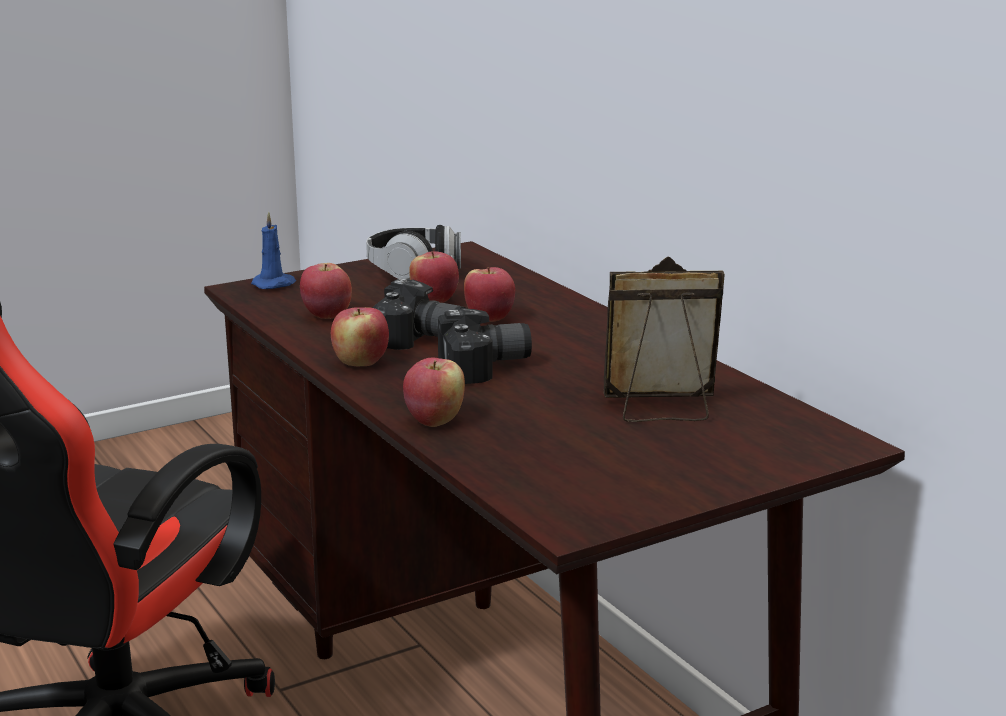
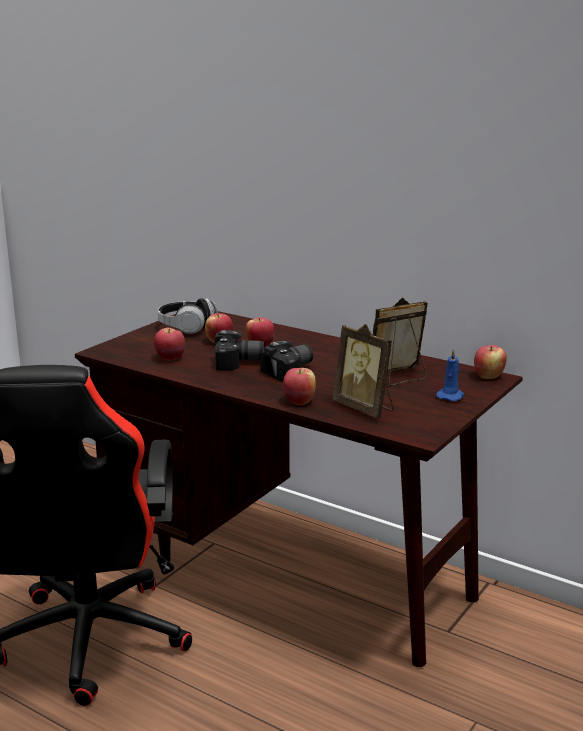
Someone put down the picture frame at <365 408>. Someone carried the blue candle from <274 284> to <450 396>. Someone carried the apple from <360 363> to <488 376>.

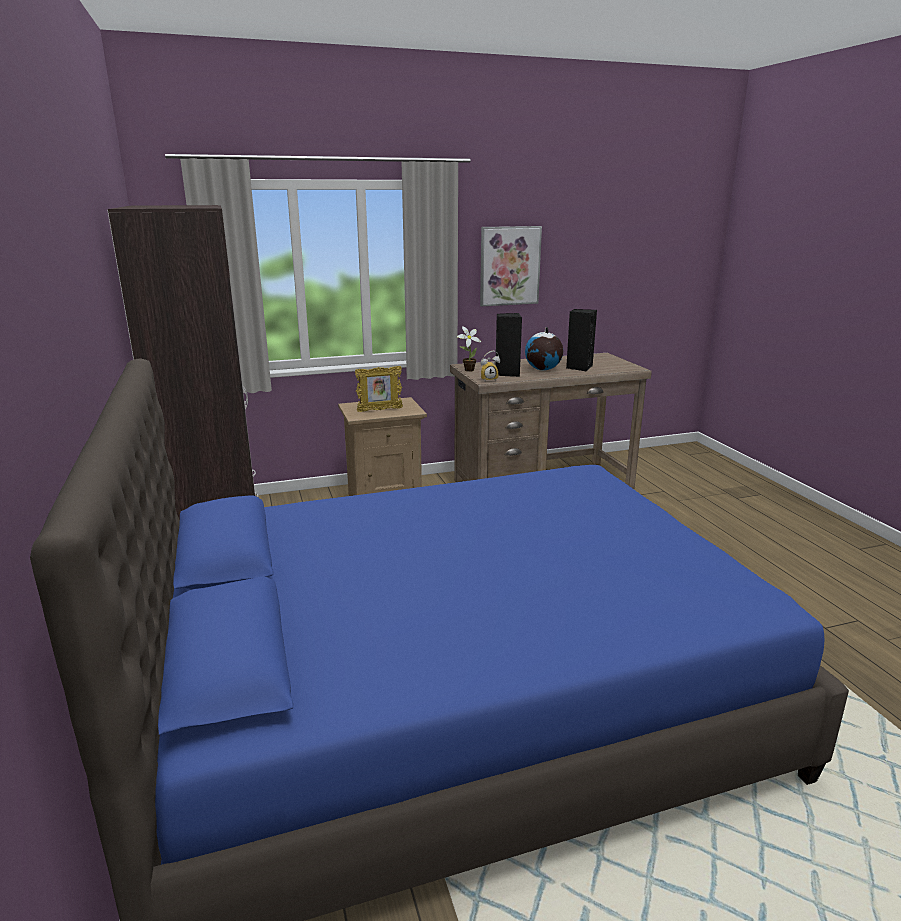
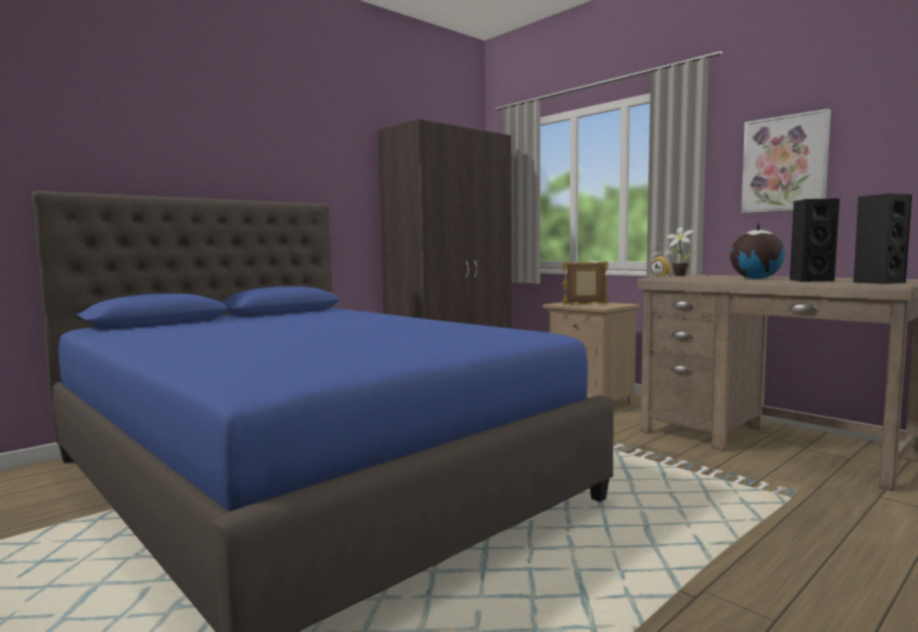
Someone rotated the picture frame at <379 410> by 135 degrees clockwise. Someone carried the black speaker from <507 373> to <877 282>.

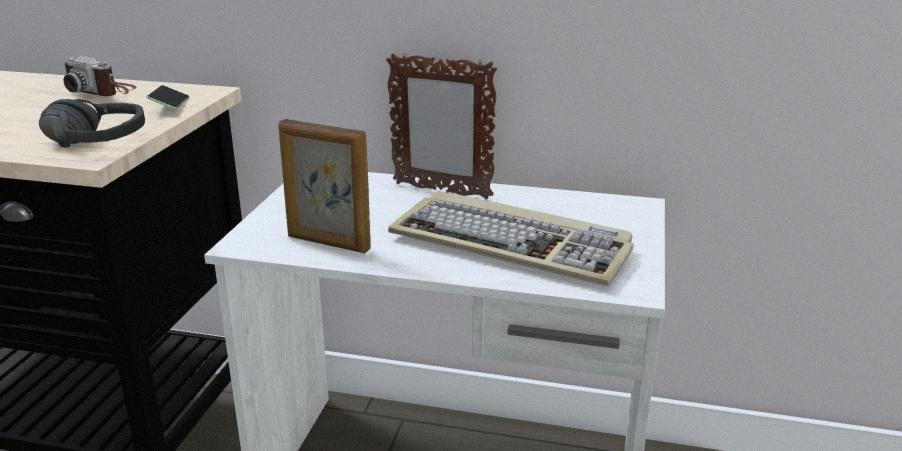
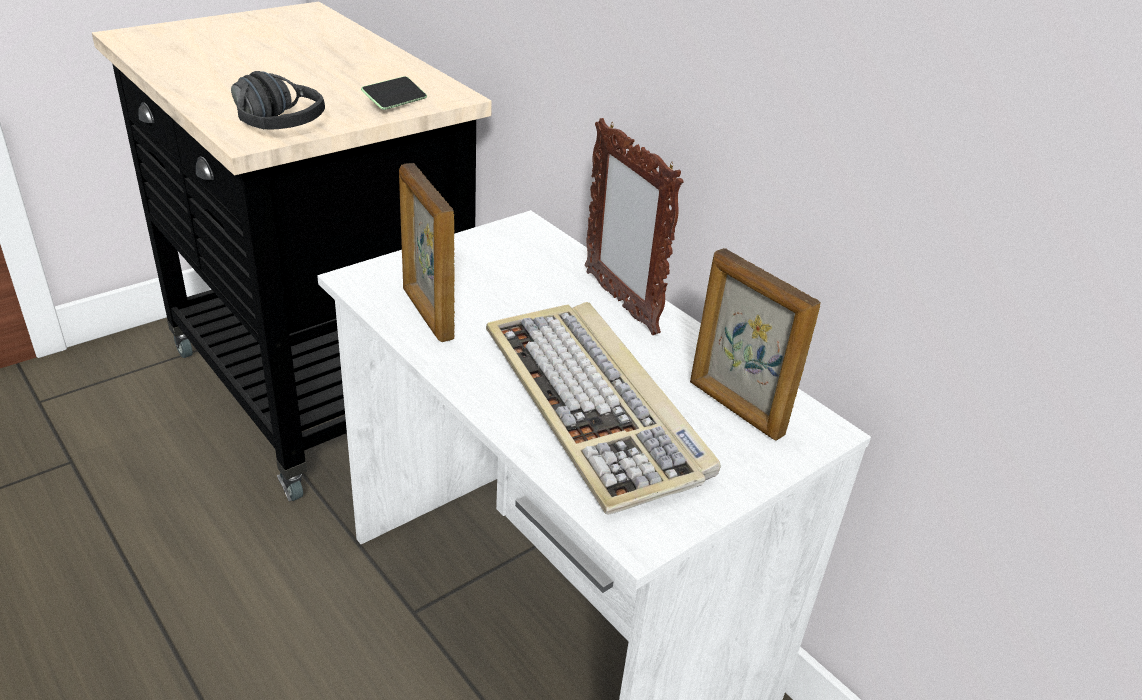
Someone put down the picture frame at <735 409>. Someone took away the photo camera at <102 91>.

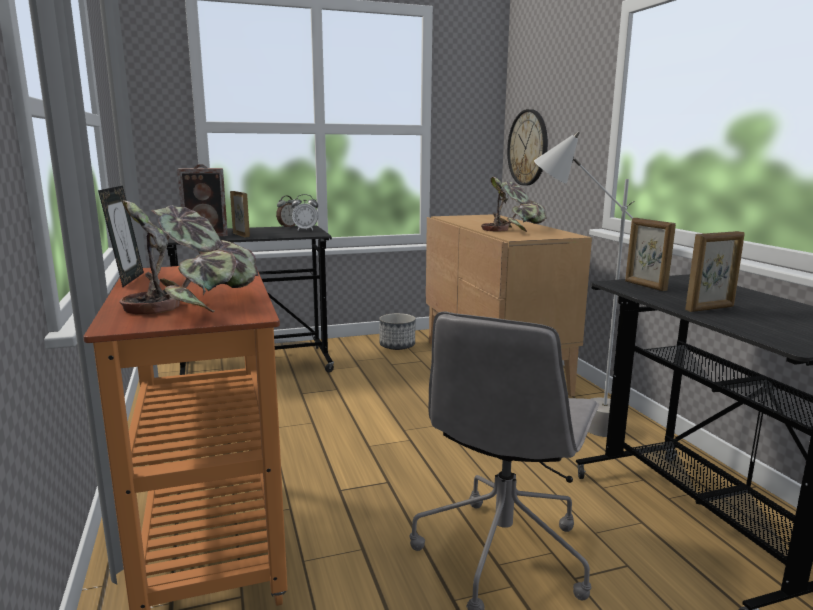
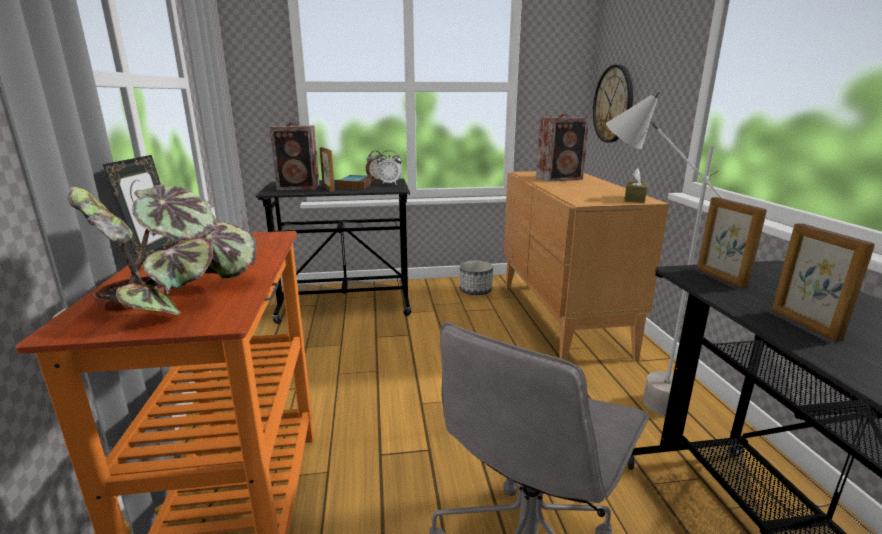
Someone put down the book at <357 185>. Someone put down the speaker at <560 178>. Someone put down the brown tissue box at <635 198>. Someone rotated the picture frame at <710 308> by 90 degrees clockwise. Someone took away the potted plant at <513 229>.

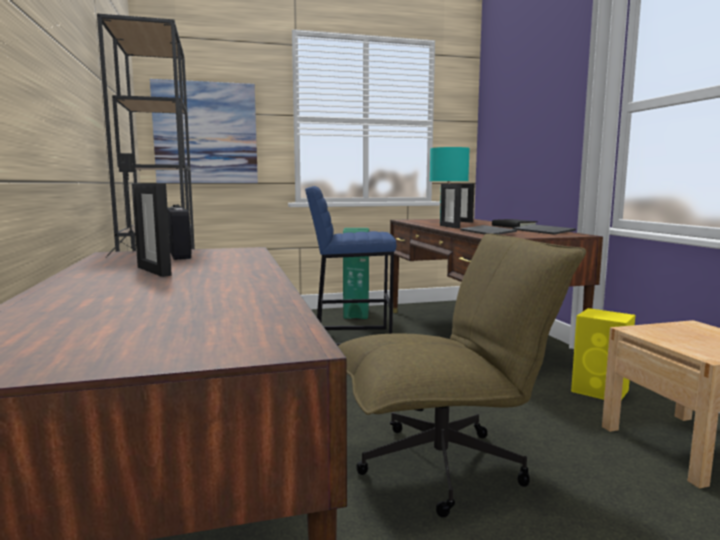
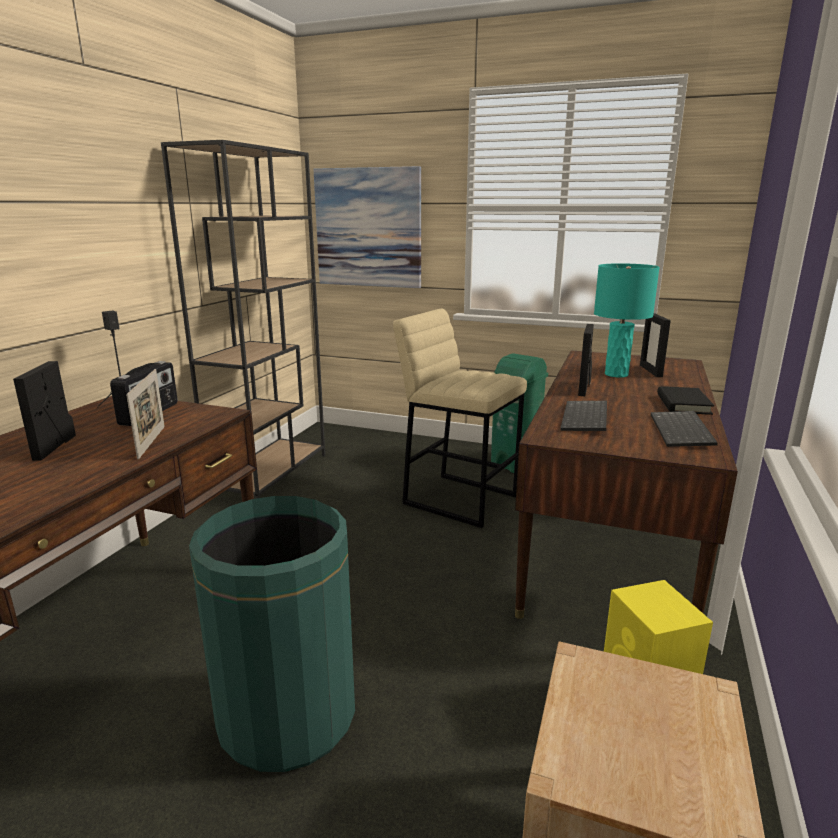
Someone put down the picture frame at <151 442>. Someone swapped the beige office chair at <437 466> for the green trash can at <287 717>. Someone repainted the blue stool at <350 337>, which became the beige stool at <458 499>.

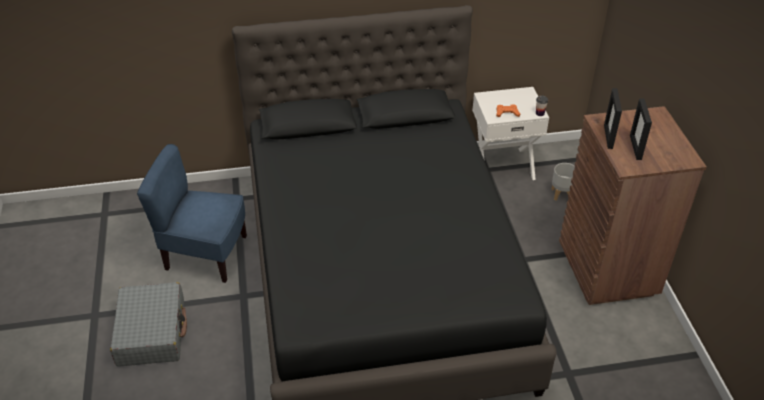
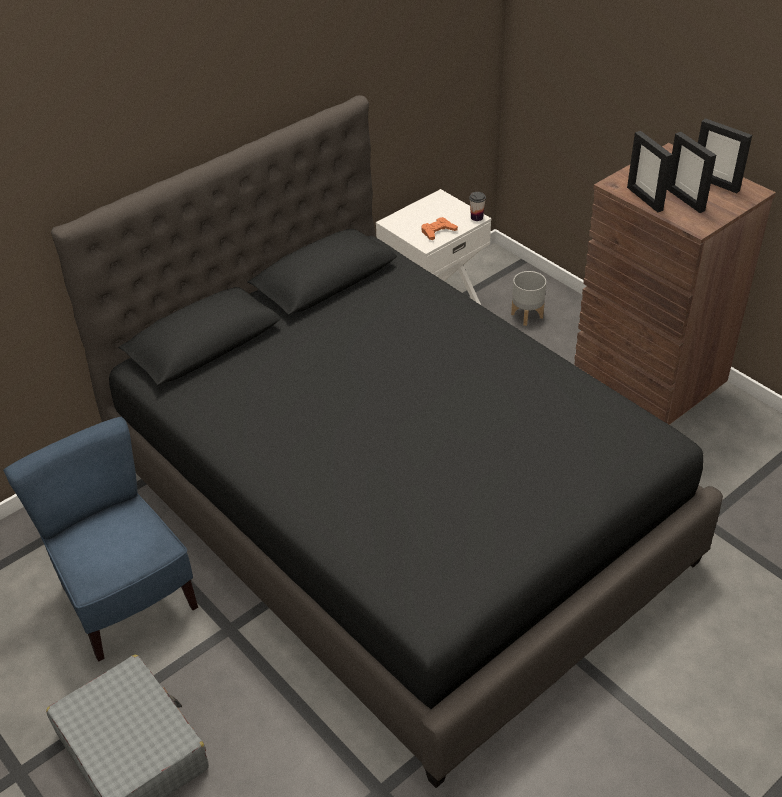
Someone rotated the blue chair at <205 254> by 75 degrees clockwise. Someone put down the picture frame at <716 182>.

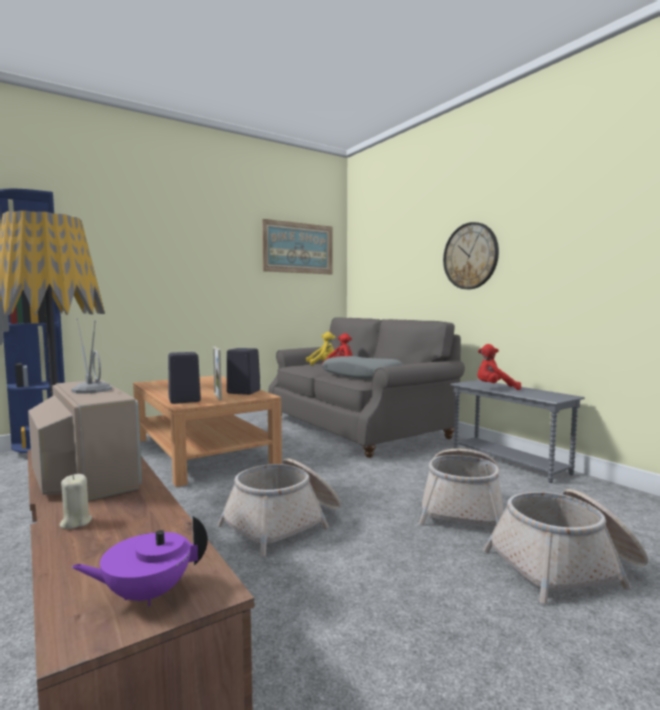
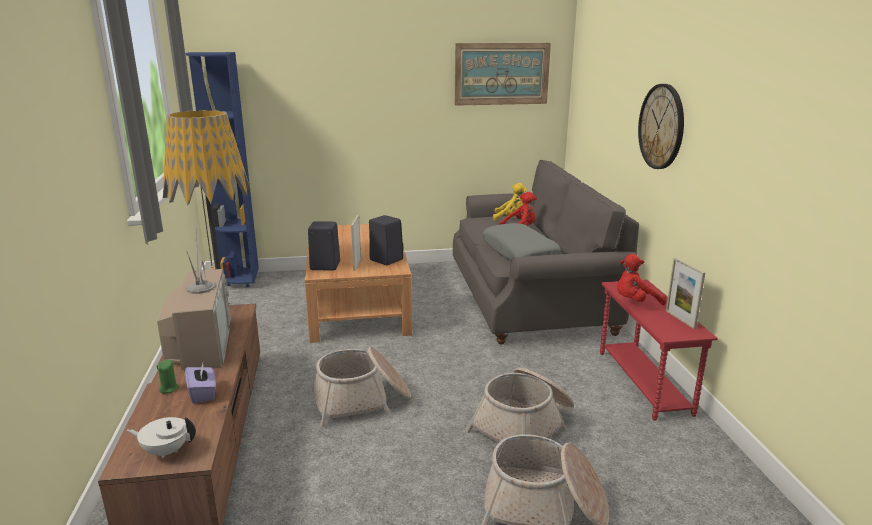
Someone repainted the purple teapot at <147 594>, which became the white teapot at <166 451>. Someone repainted the beige candle at <75 522>, which became the green candle at <169 388>. Someone put down the purple tissue box at <203 393>. Someone repainted the grey side table at <509 461>, which became the red side table at <644 382>. Someone rotated the red plush toy at <495 388> by 45 degrees counterclockwise. Someone put down the picture frame at <680 319>.

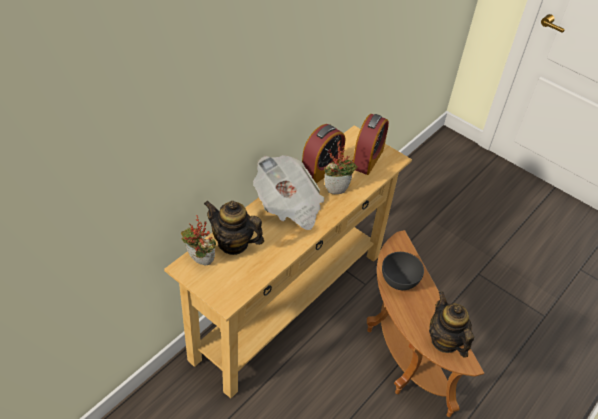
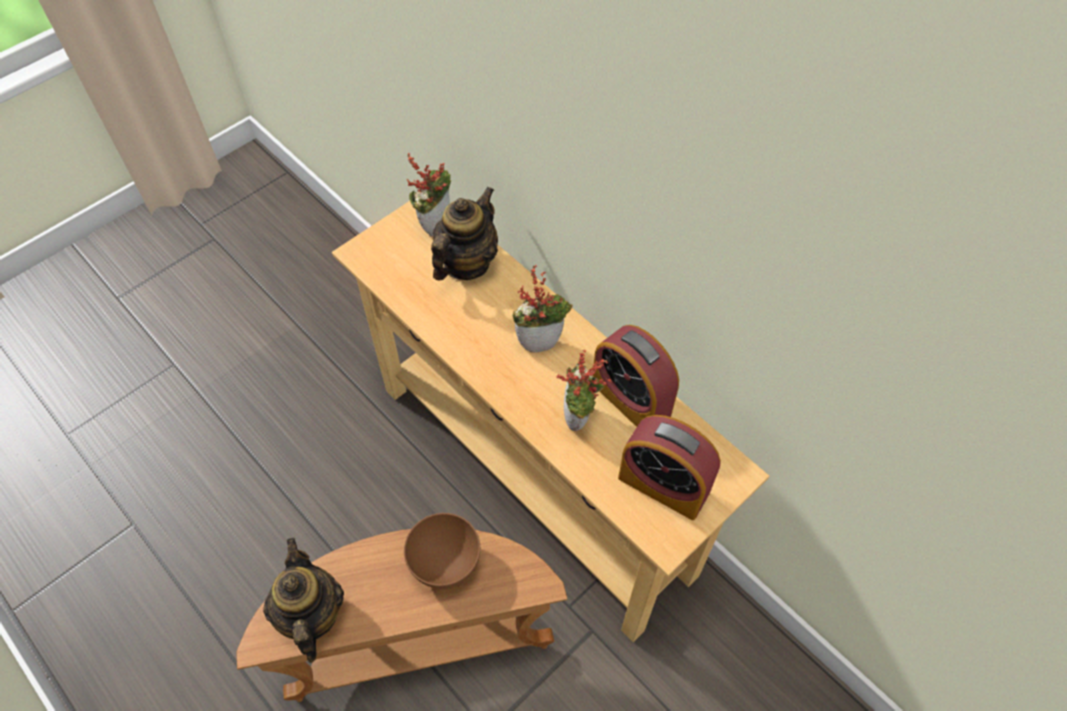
Someone rotated the teapot at <445 340> by 90 degrees counterclockwise. Someone repainted the grey bowl at <399 281>, which became the brown bowl at <446 563>. Someone swapped the newspaper at <288 205> for the potted plant at <541 340>.

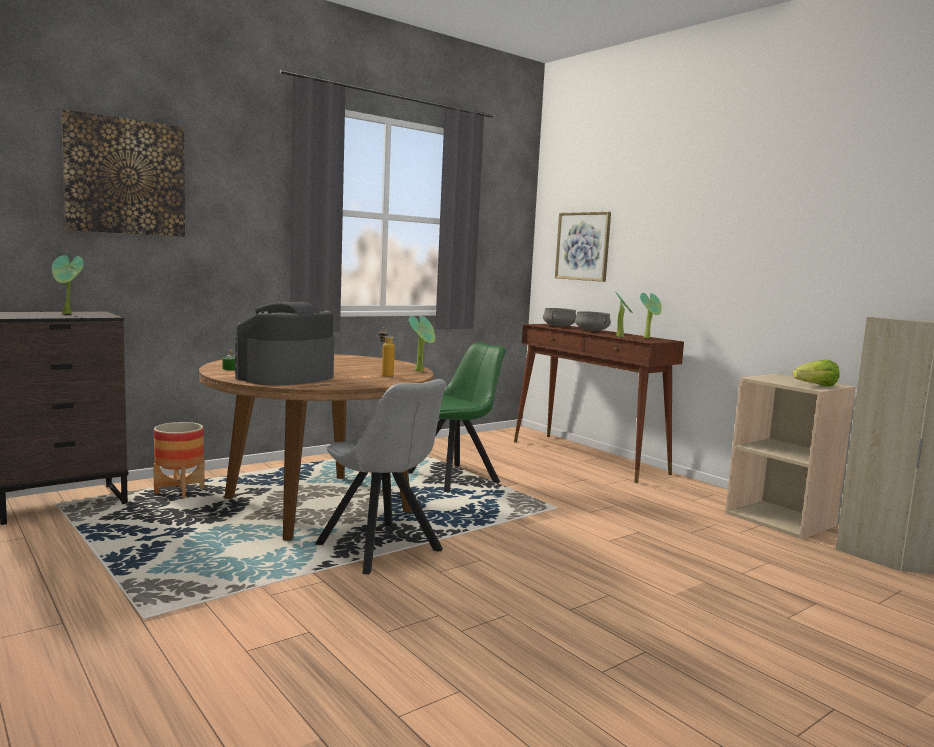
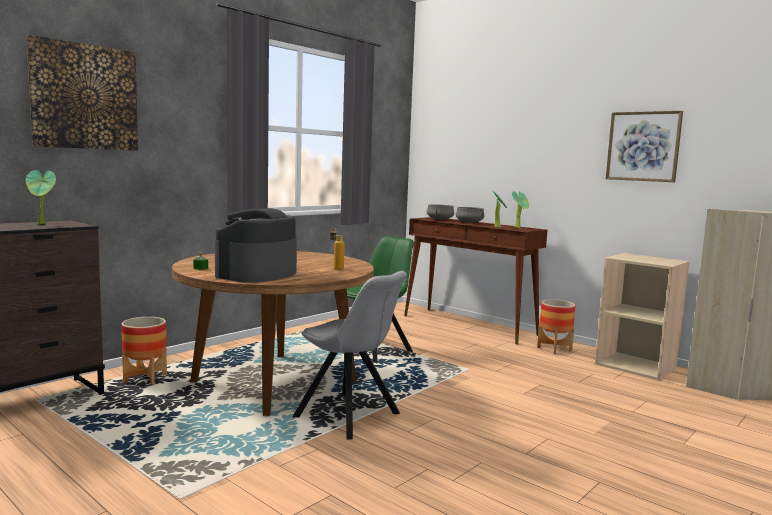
Someone put down the planter at <554 349>. Someone carried the picture from <583 246> to <643 146>. Someone took away the potted plant at <421 371>. Someone took away the lettuce at <816 386>.

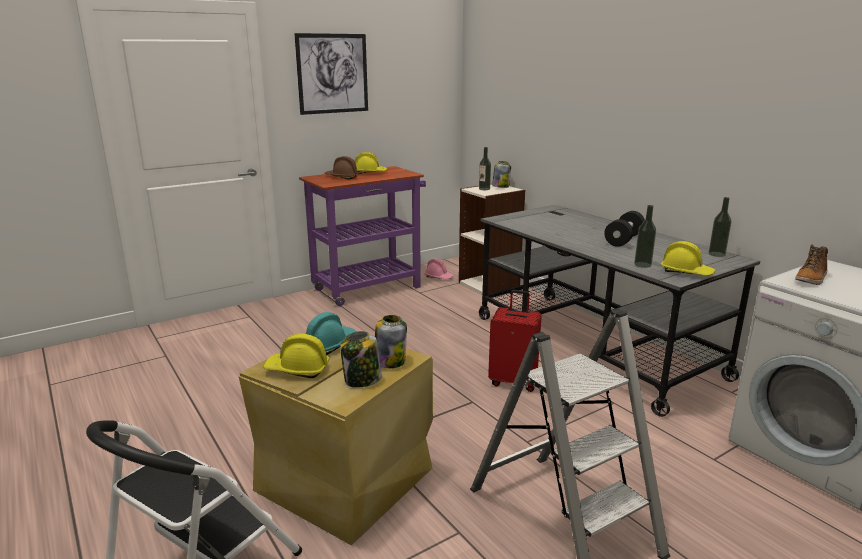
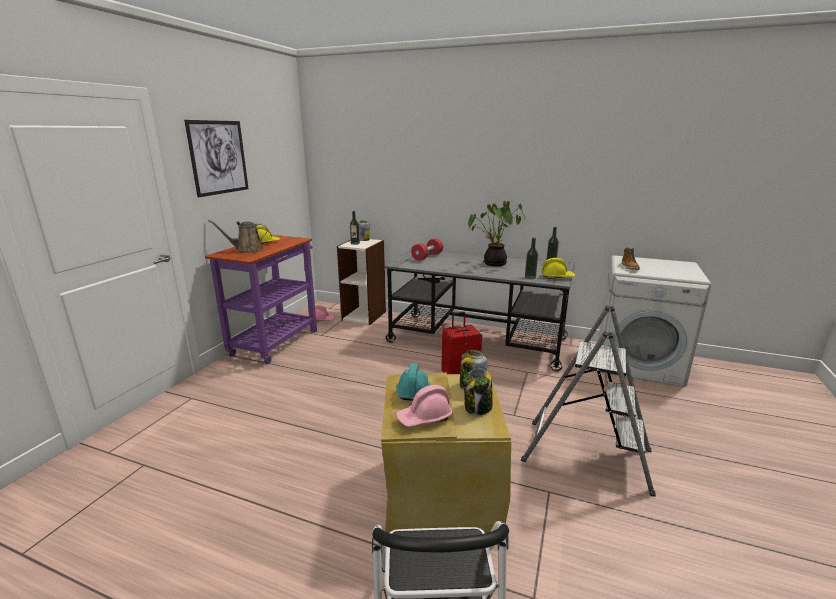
Someone swapped the brown hard hat at <342 177> for the brown watering can at <247 250>. Someone repainted the yellow hard hat at <297 369>, which became the pink hard hat at <424 418>. Someone put down the red dumbbell at <427 256>. Someone swapped the black dumbbell at <623 240> for the potted plant at <493 264>.

